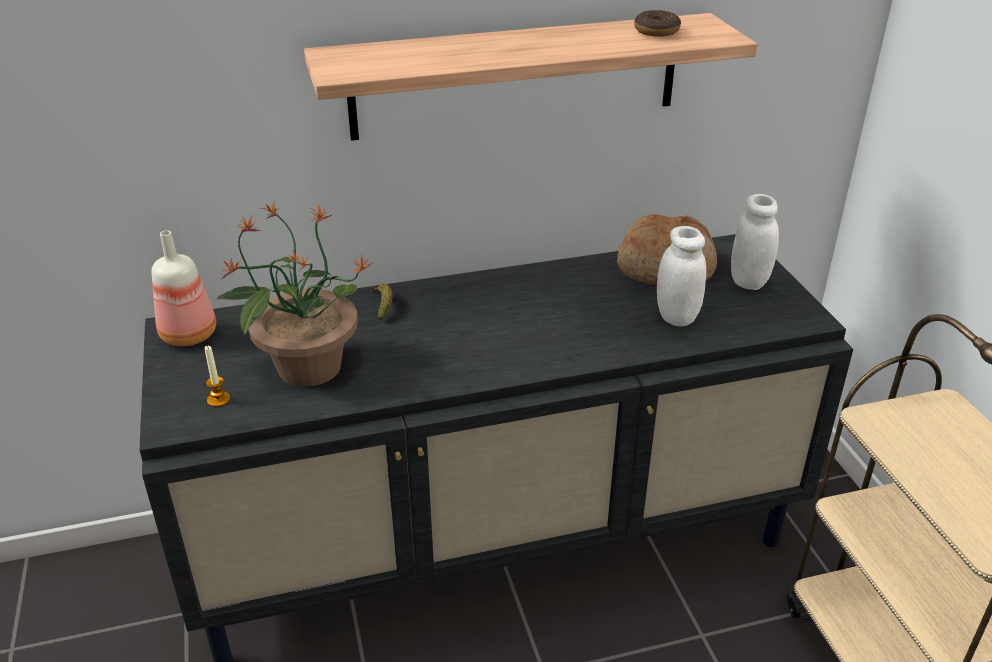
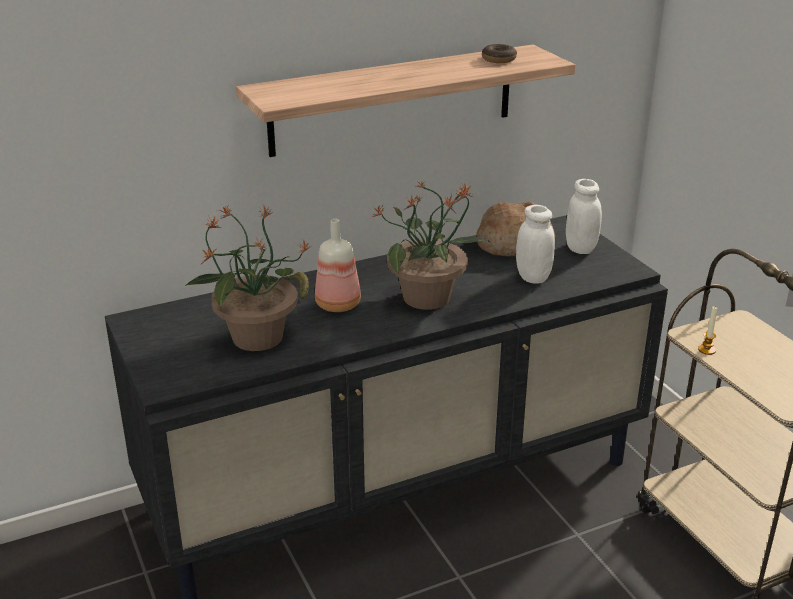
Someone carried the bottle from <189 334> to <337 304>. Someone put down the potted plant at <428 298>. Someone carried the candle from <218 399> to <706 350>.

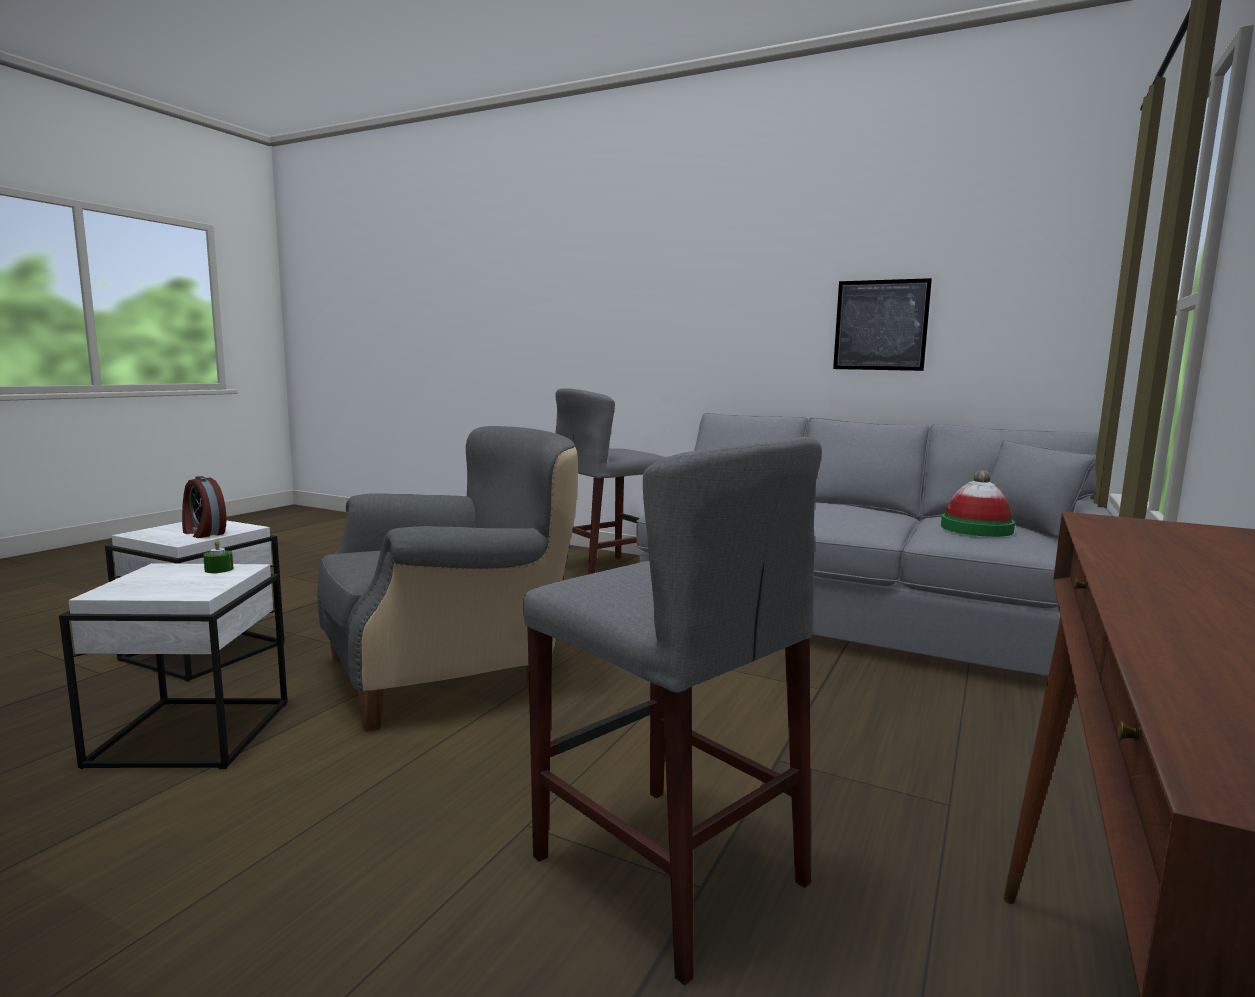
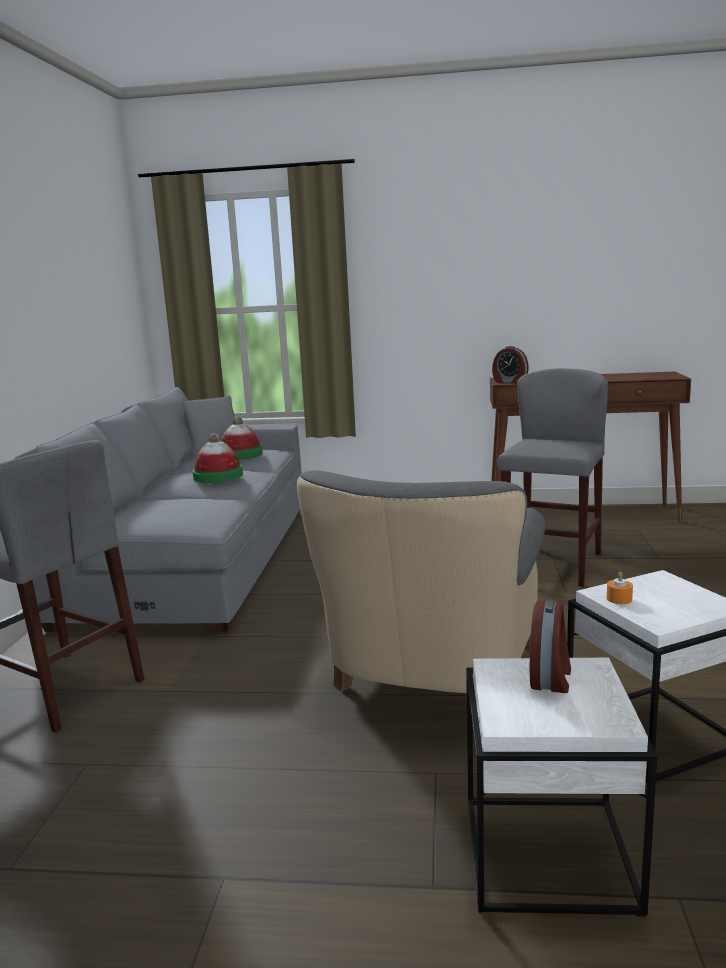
Someone put down the hat at <218 476>. Someone rotated the grey armchair at <452 672> by 105 degrees counterclockwise. Someone put down the alarm clock at <509 382>. Someone repainted the green candle at <219 569>, which became the orange candle at <619 599>. Someone took away the picture at <880 325>.

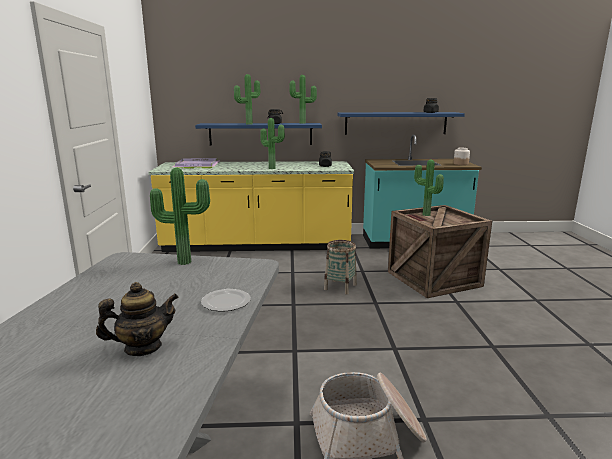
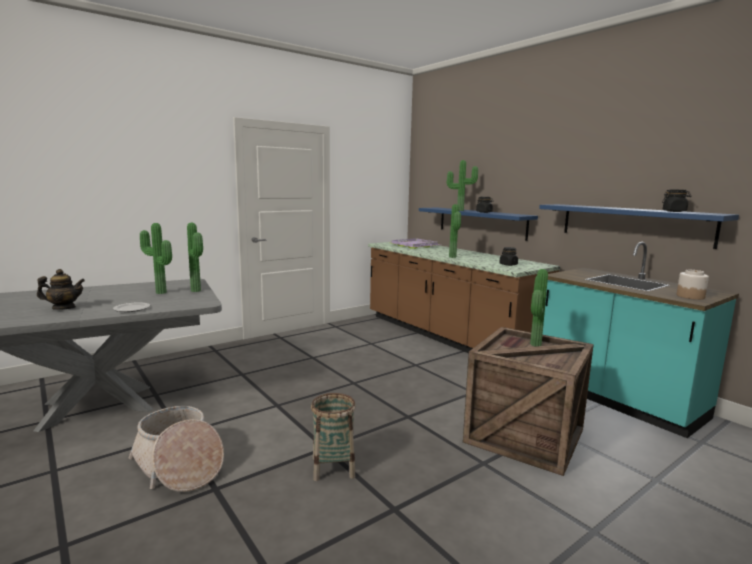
Someone rotated the teapot at <142 347> by 45 degrees counterclockwise. Someone carried the potted plant from <303 123> to <159 293>. Someone carried the basket from <340 287> to <333 467>. Someone repainted the yellow counter at <257 245>, which became the brown counter at <447 336>.

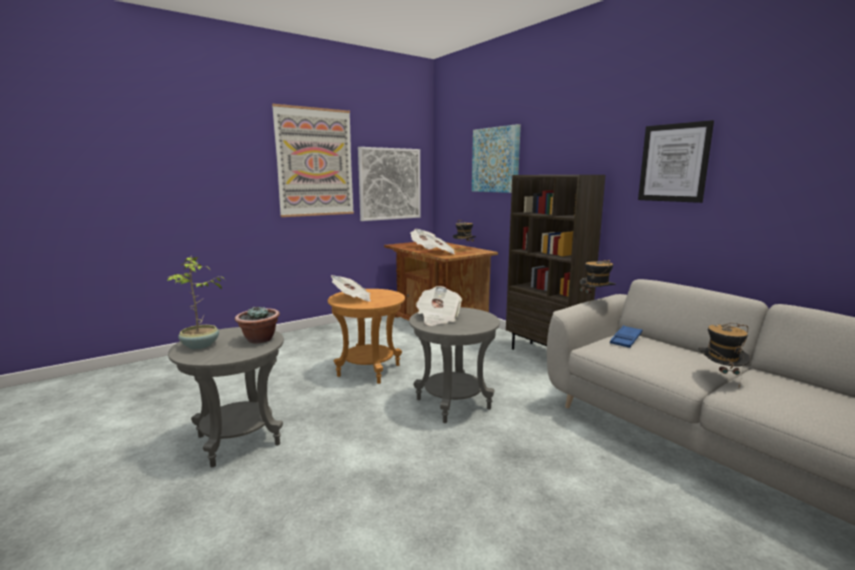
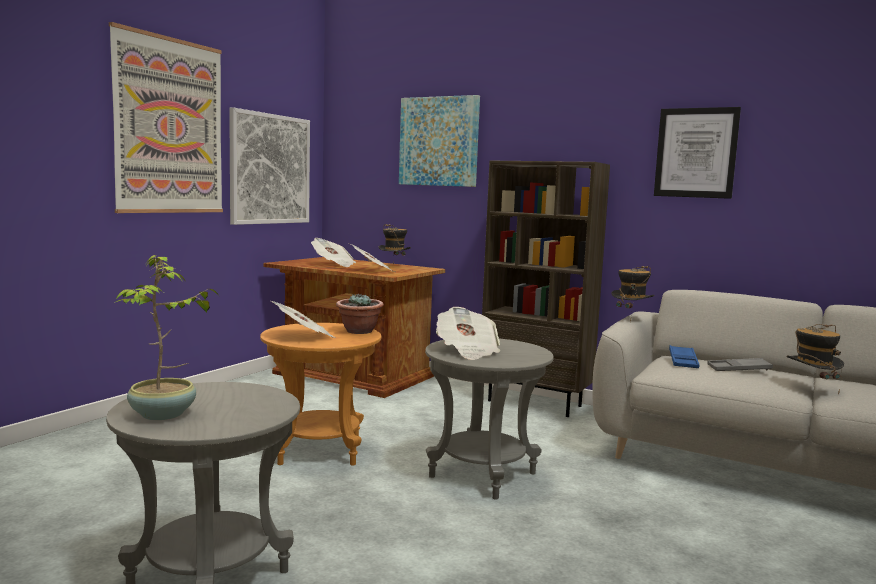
Someone carried the potted plant from <259 339> to <359 331>. Someone put down the grey tray at <739 369>.

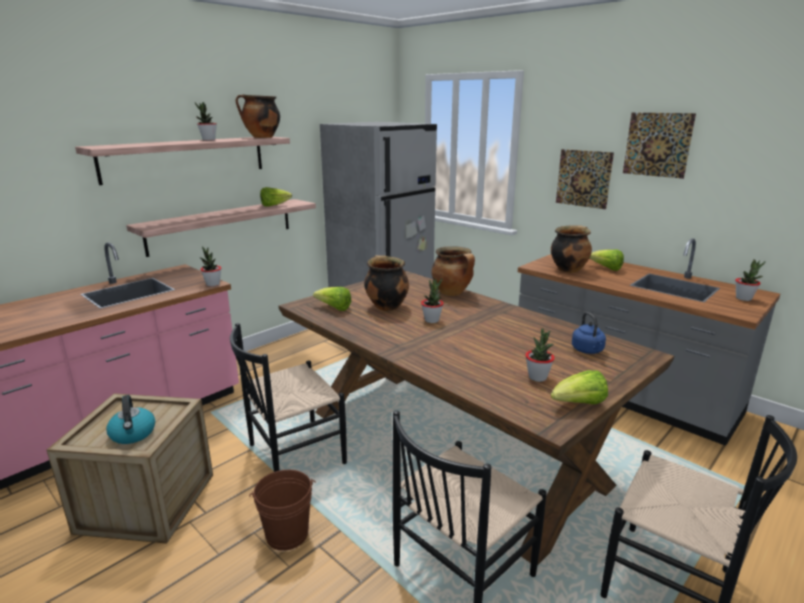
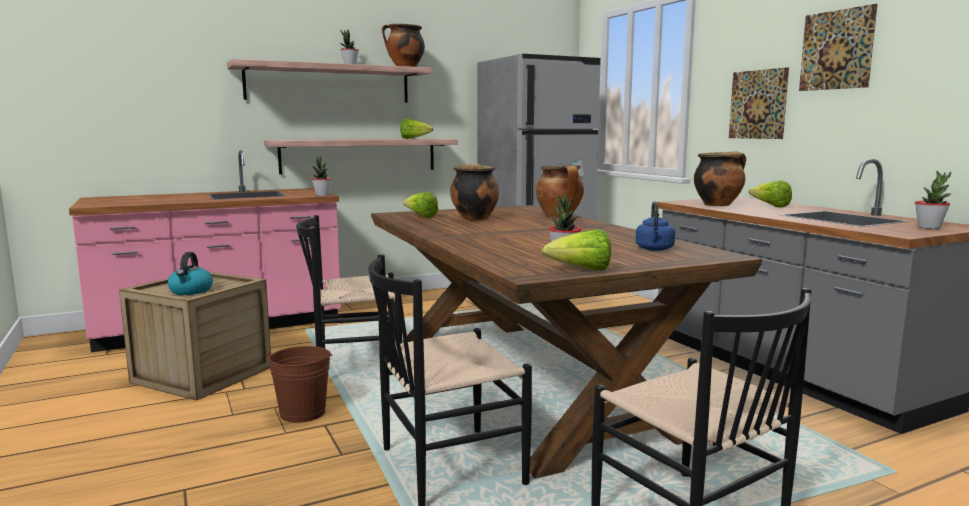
Someone took away the potted plant at <432 320>.

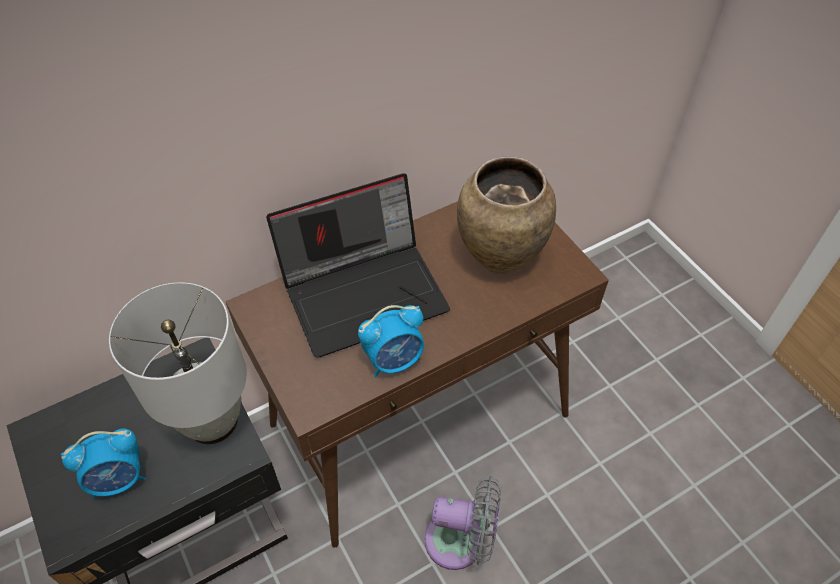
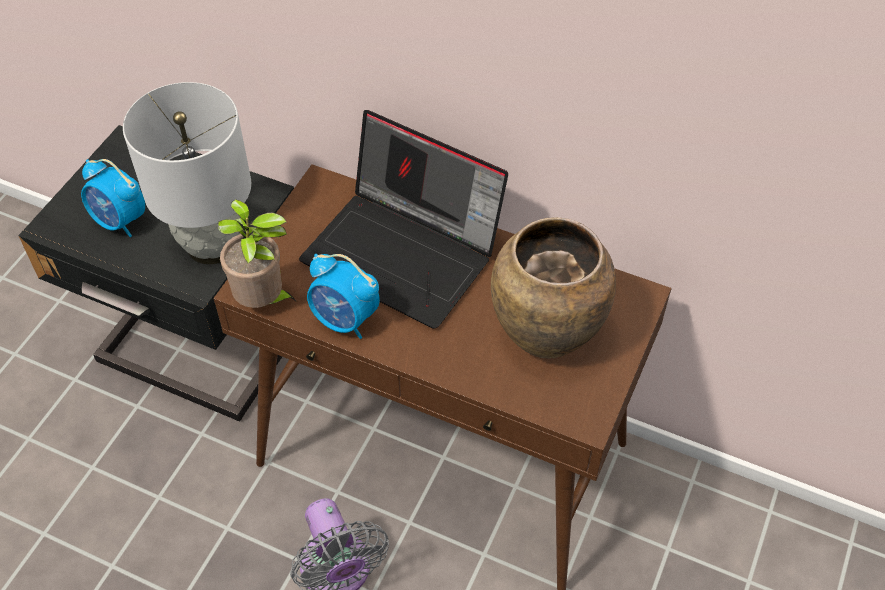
Someone put down the potted plant at <263 302>.

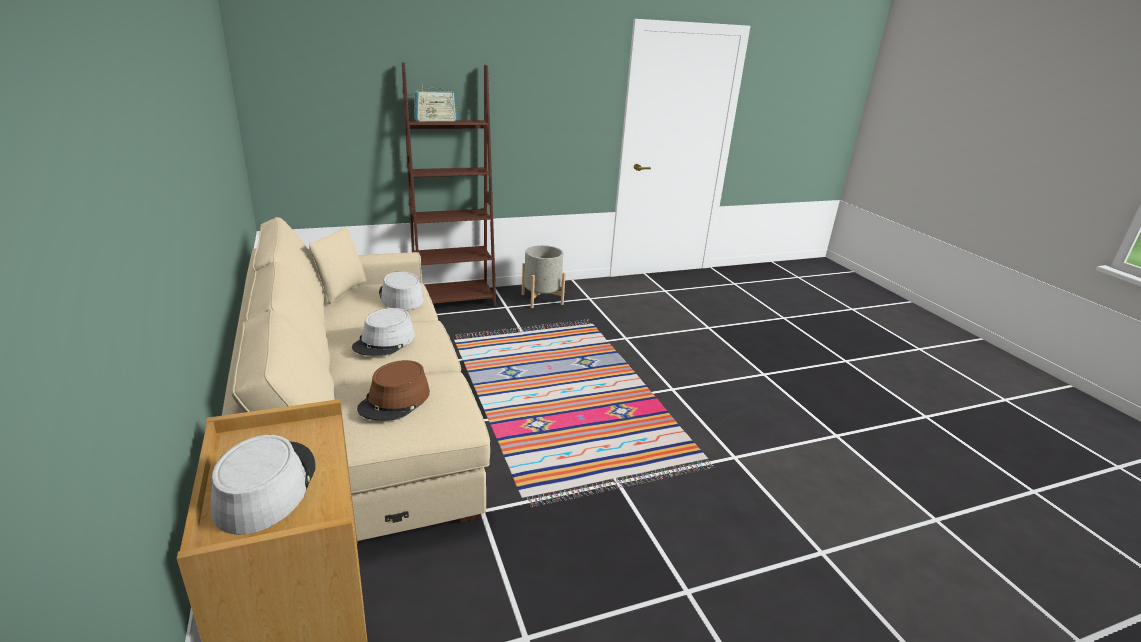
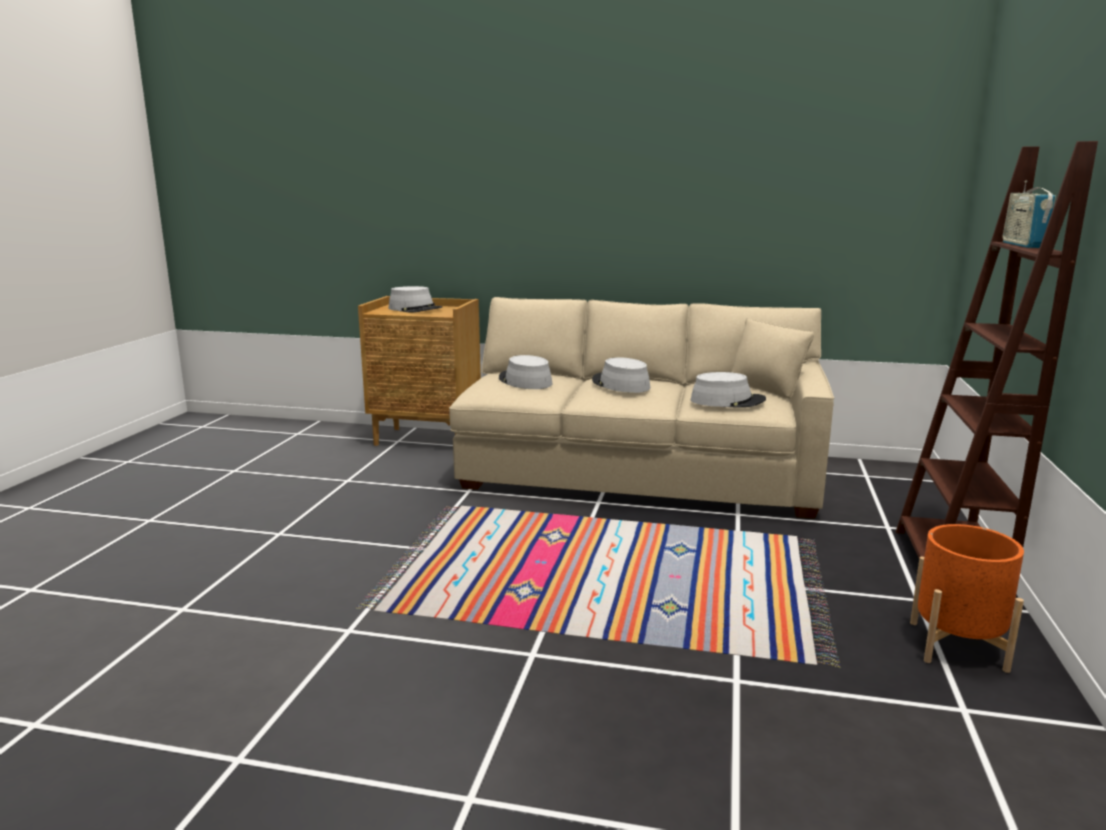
Someone repainted the brown hat at <395 401>, which became the grey hat at <525 381>. Someone repainted the grey planter at <542 299>, which became the orange planter at <957 646>.

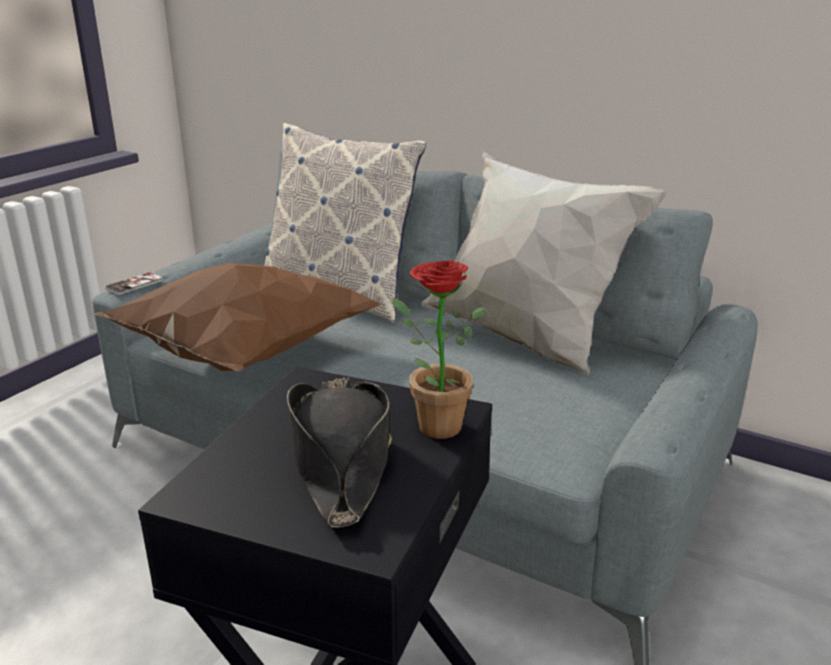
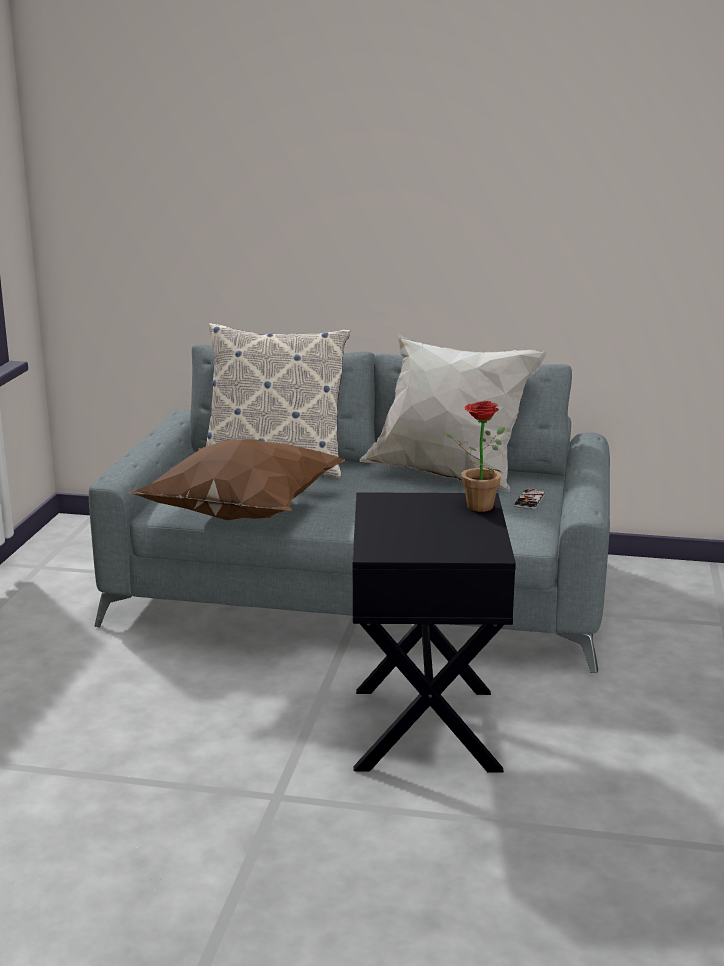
Someone carried the phone from <134 285> to <529 500>. Someone took away the black hat at <341 459>.

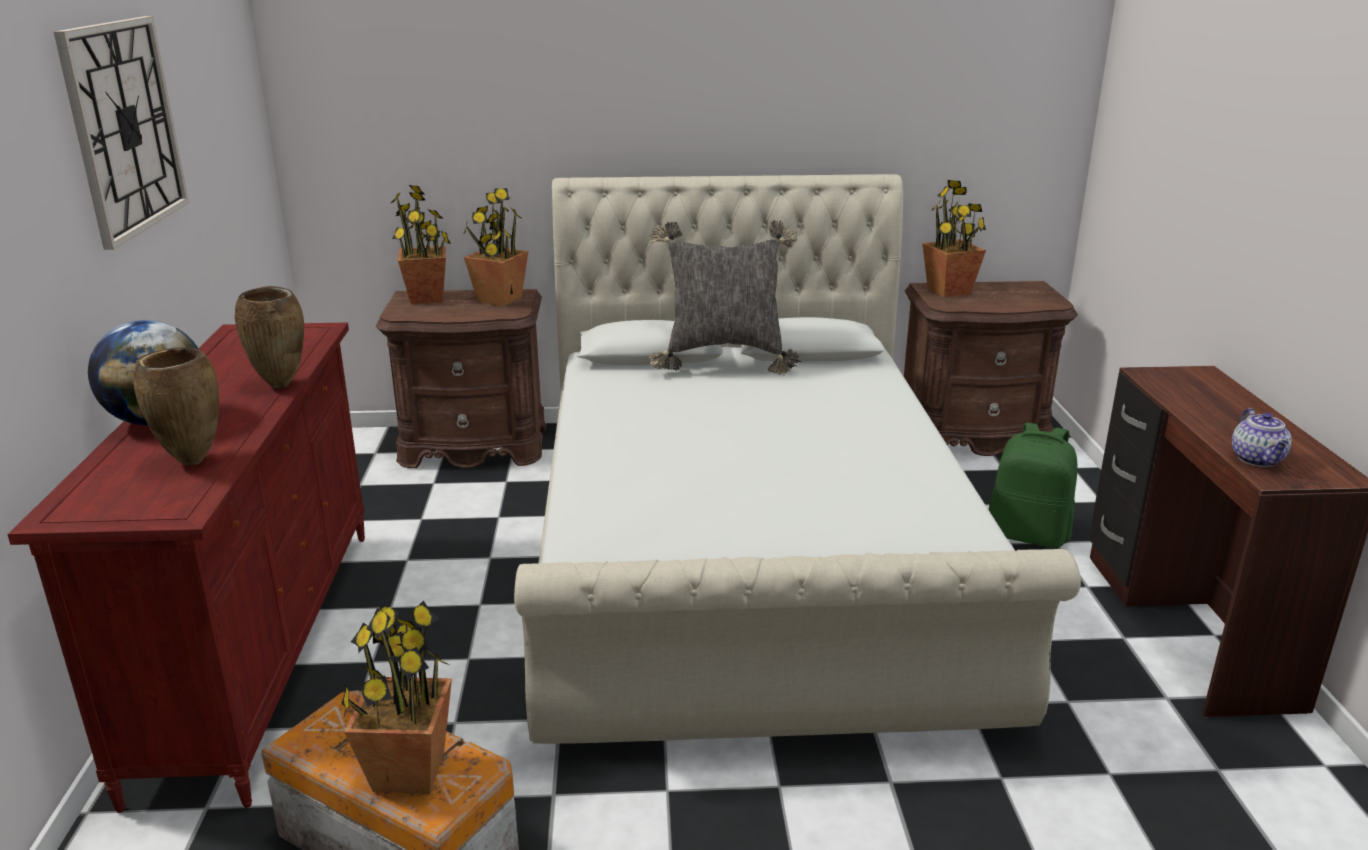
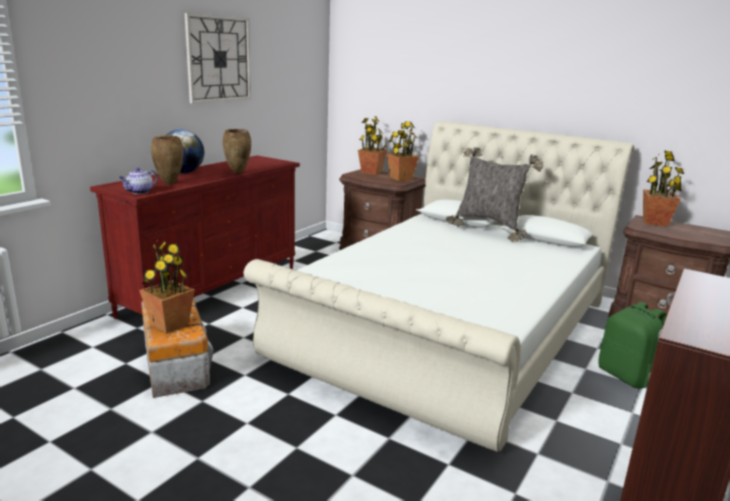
Someone carried the teapot from <1258 460> to <139 192>.

